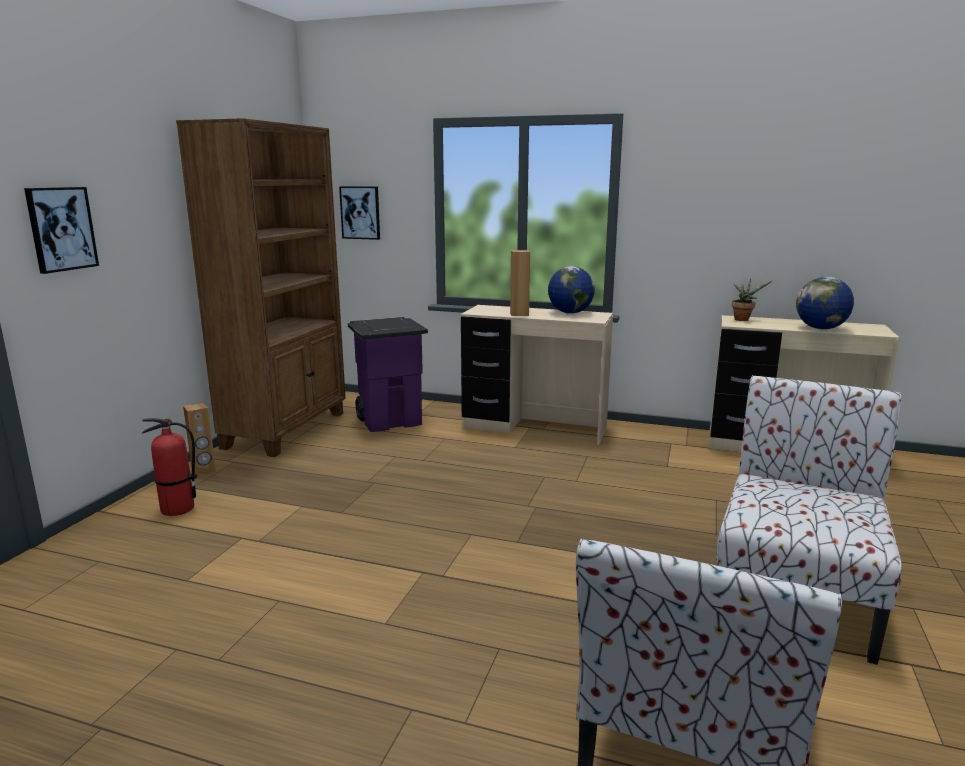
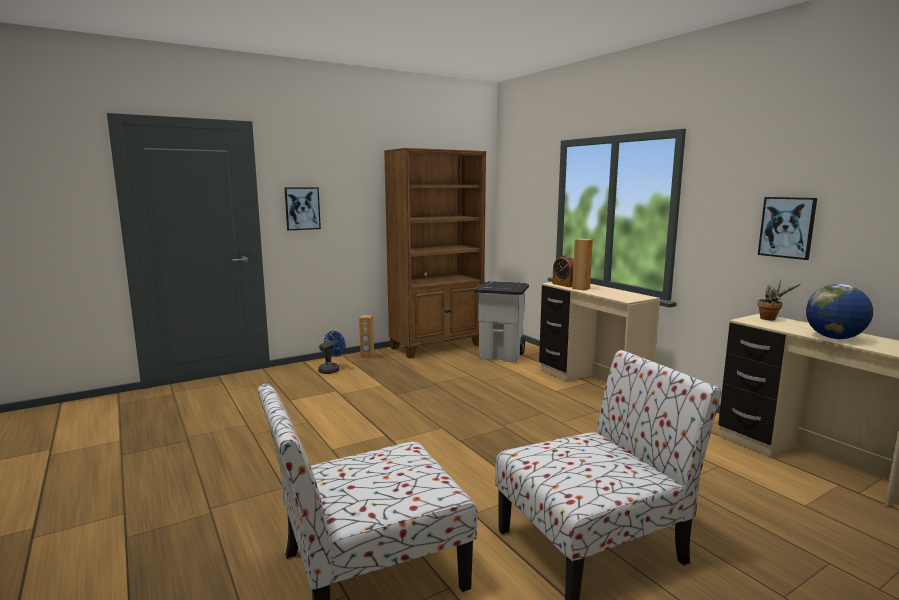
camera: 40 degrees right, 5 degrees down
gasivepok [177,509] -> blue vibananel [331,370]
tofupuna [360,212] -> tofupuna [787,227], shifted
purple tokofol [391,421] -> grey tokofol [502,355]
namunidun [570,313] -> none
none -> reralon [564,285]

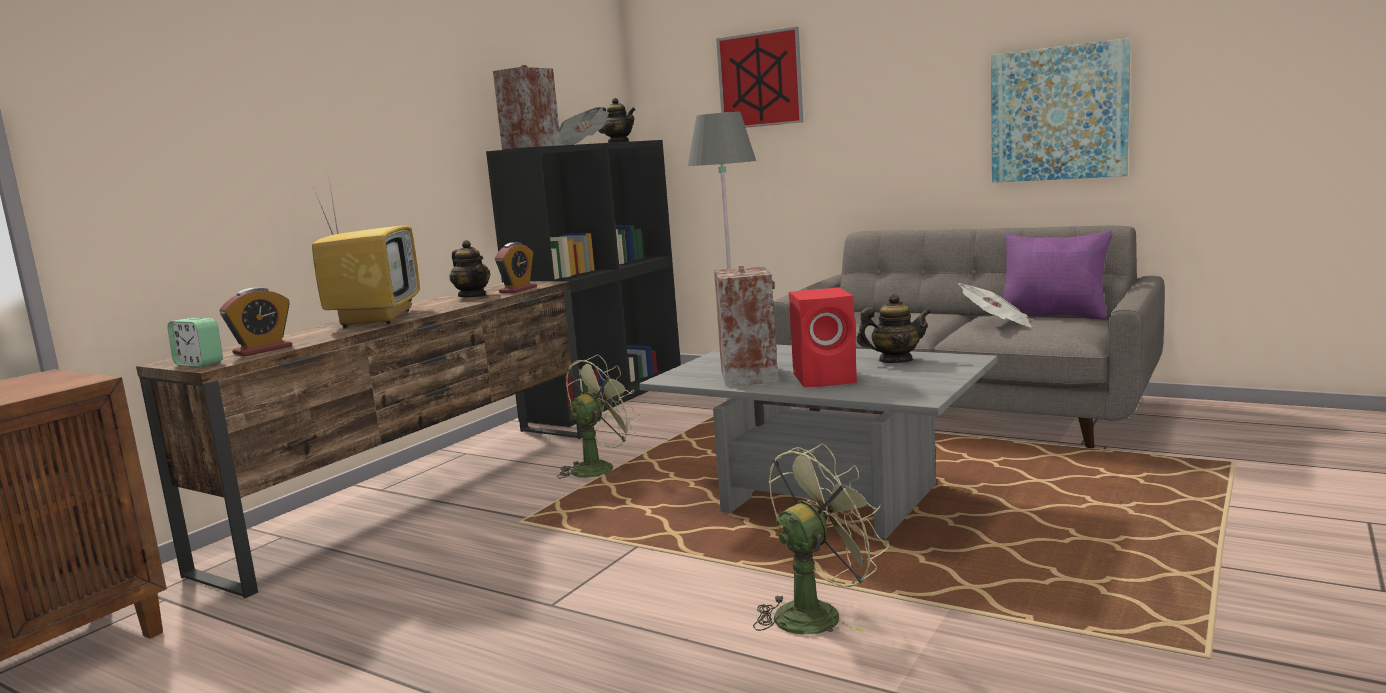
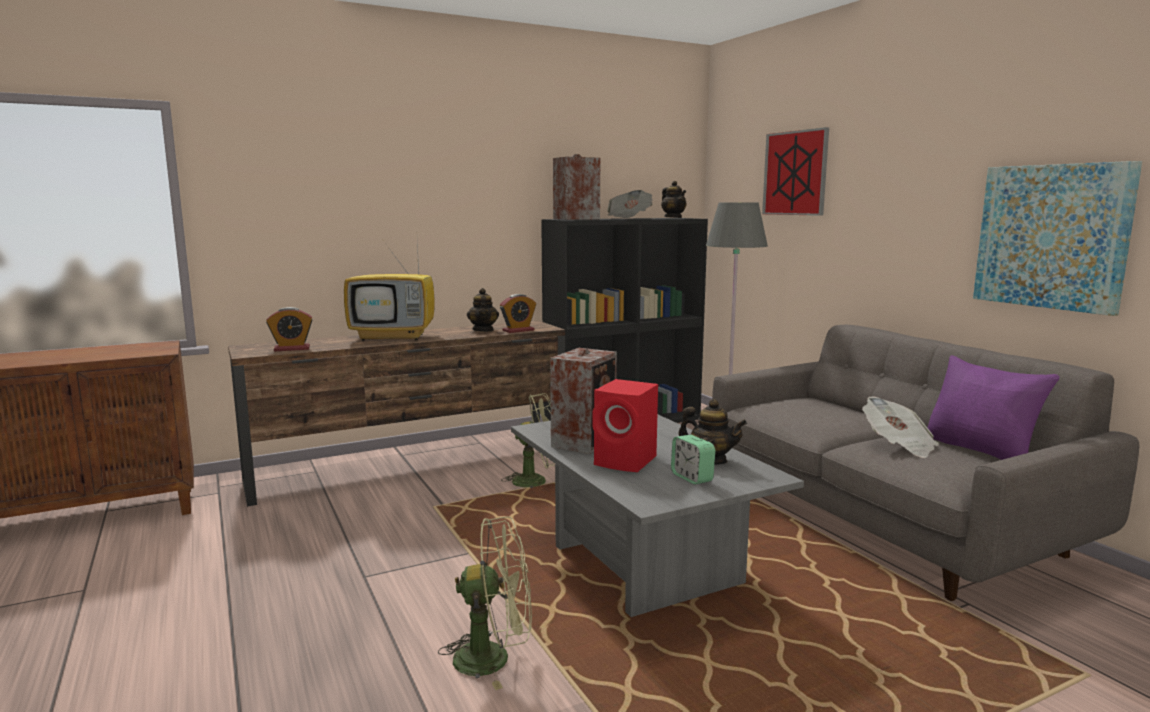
camera: 30 degrees right, 0 degrees up
reralon [199,364] -> reralon [692,478], shifted
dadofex [375,318] -> dadofex [395,337], 60 degrees clockwise

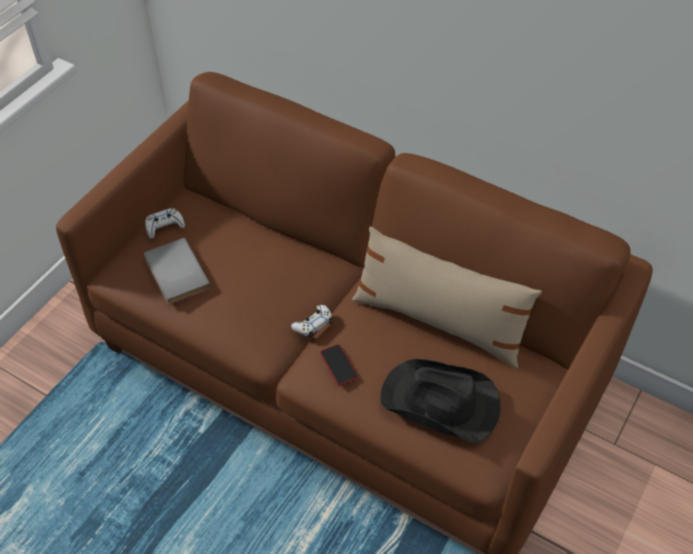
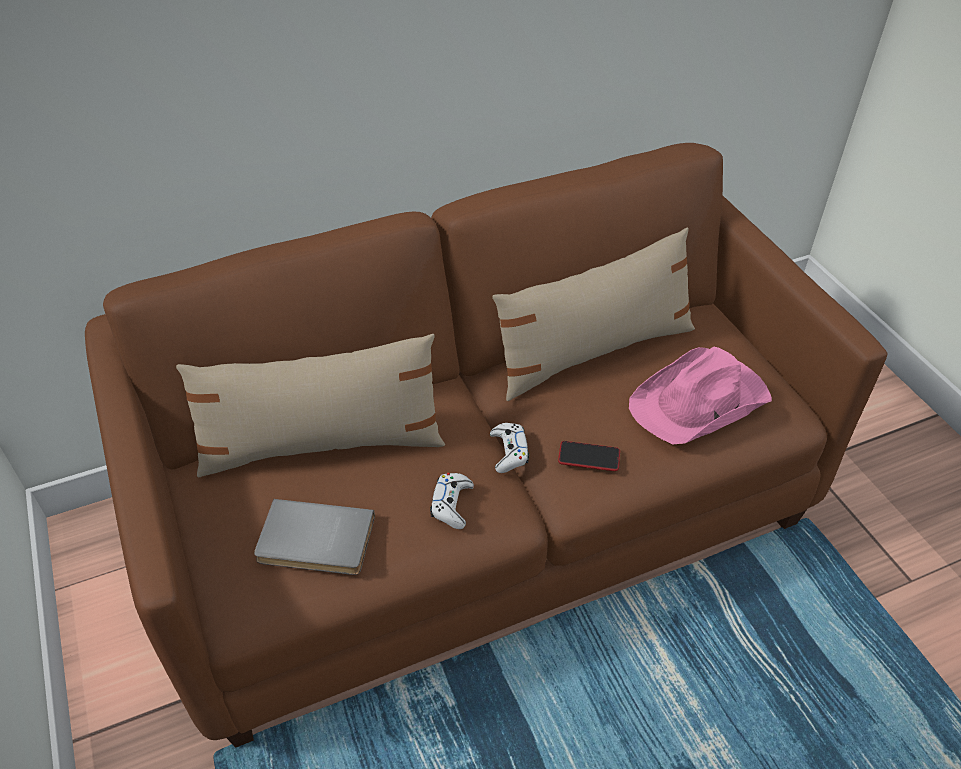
camera: 55 degrees left, 5 degrees down
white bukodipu [164,226] -> white bukodipu [452,504], shifted
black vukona [441,403] -> pink vukona [701,402]
none -> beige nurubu [322,445]

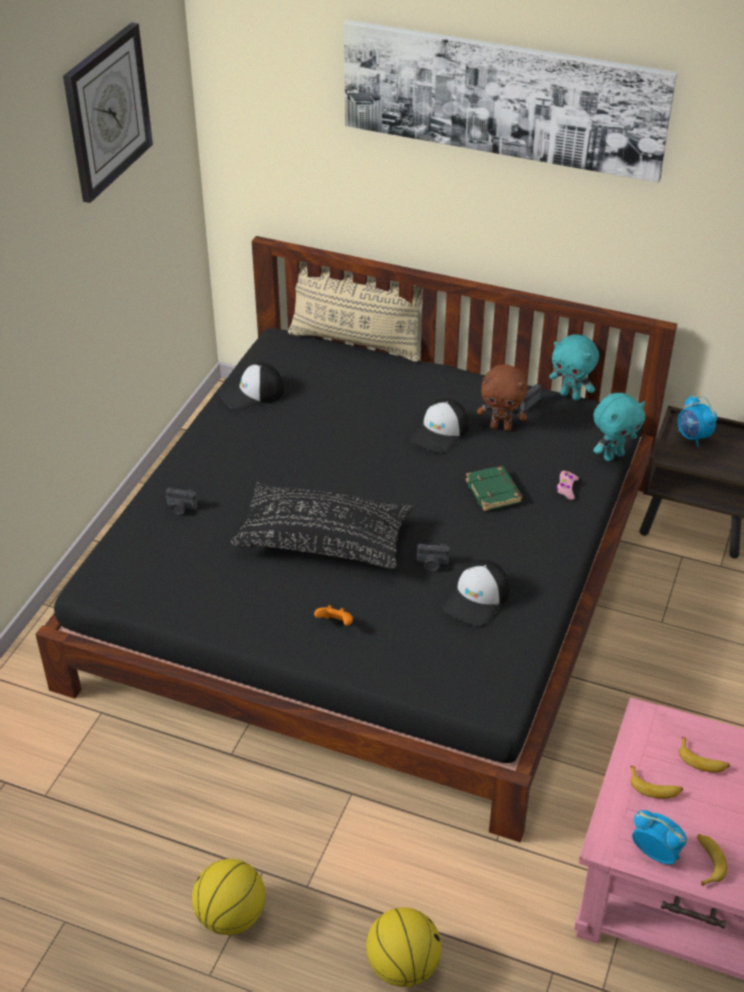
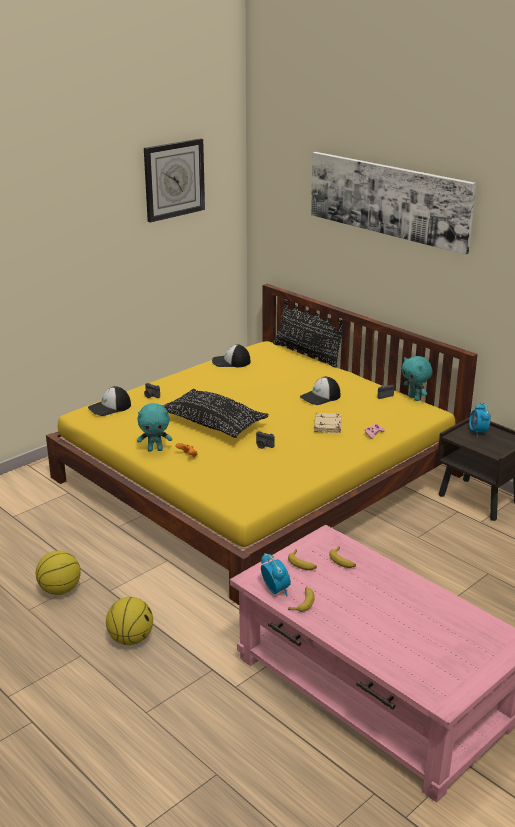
camera: 25 degrees right, 15 degrees down
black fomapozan [372,579] -> yellow fomapozan [257,476]
beige nurubu [356,342] -> black nurubu [308,354]
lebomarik [477,599] -> lebomarik [110,407], shifted
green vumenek [494,492] -> beige vumenek [328,426]
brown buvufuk [501,427] -> none
turquoise buvufuk [613,456] -> turquoise buvufuk [155,449], shifted

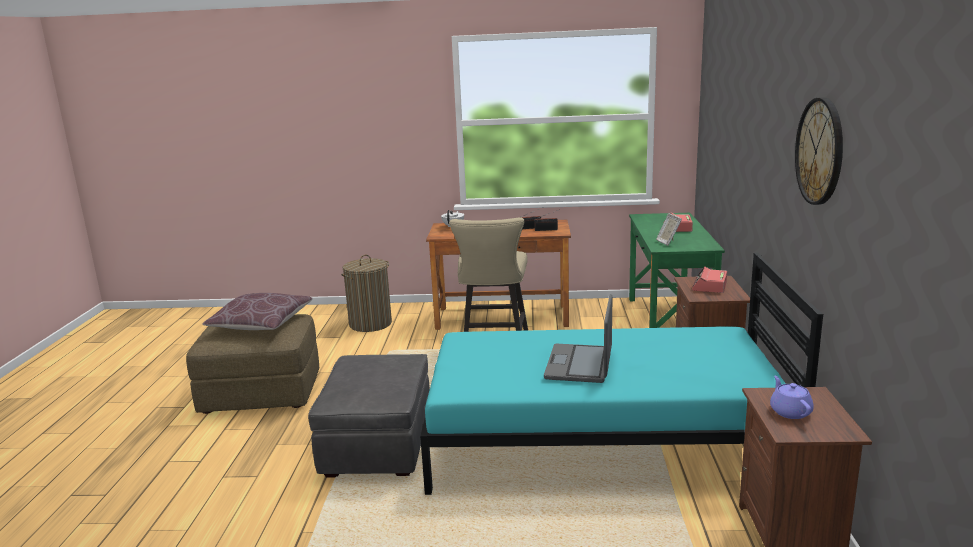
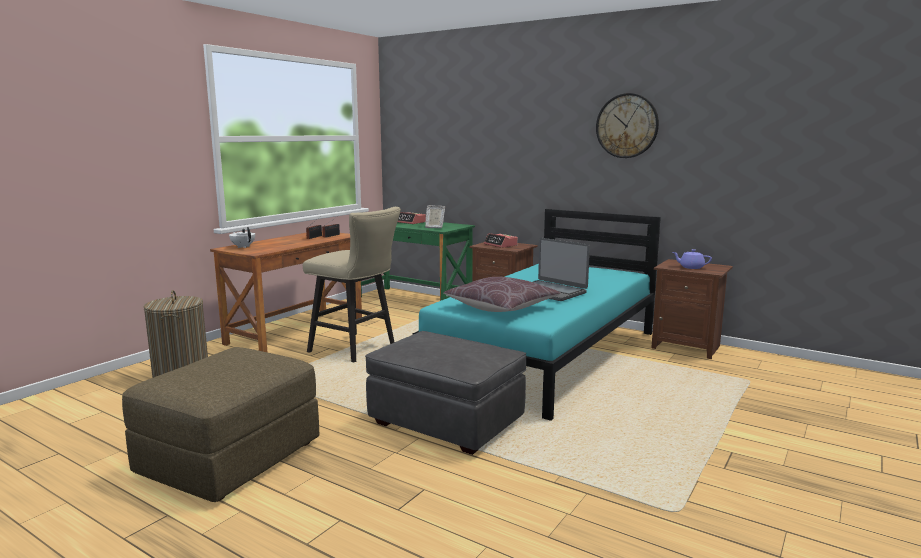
camera: 60 degrees left, 5 degrees down
brown nurubu [261,324] -> brown nurubu [501,308], shifted

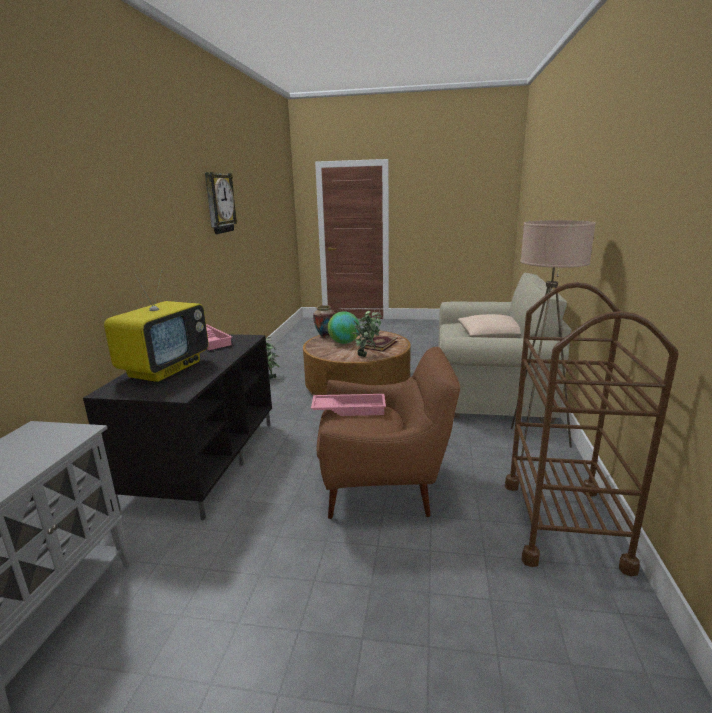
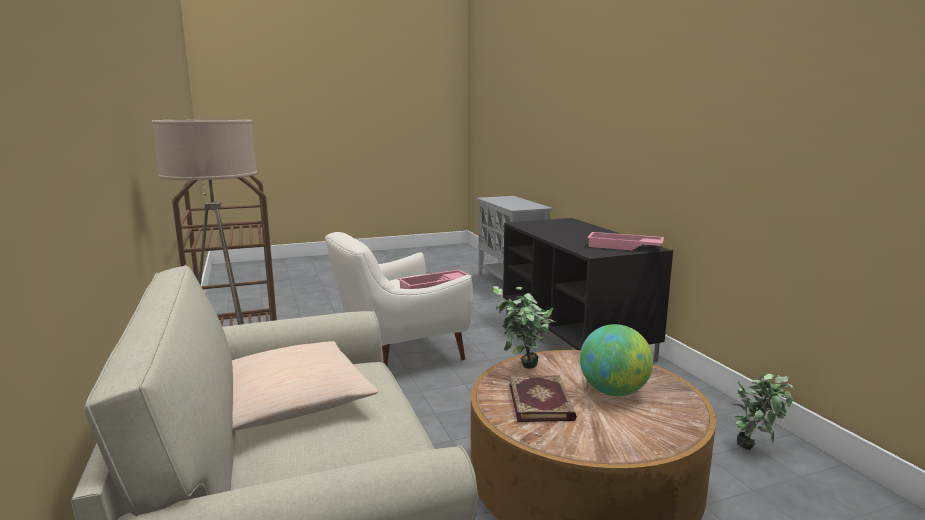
camera: 150 degrees right, 5 degrees down
dadofex [165,369] -> none
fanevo [219,203] -> none
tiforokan [325,336] -> none
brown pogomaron [384,486] -> white pogomaron [399,353]

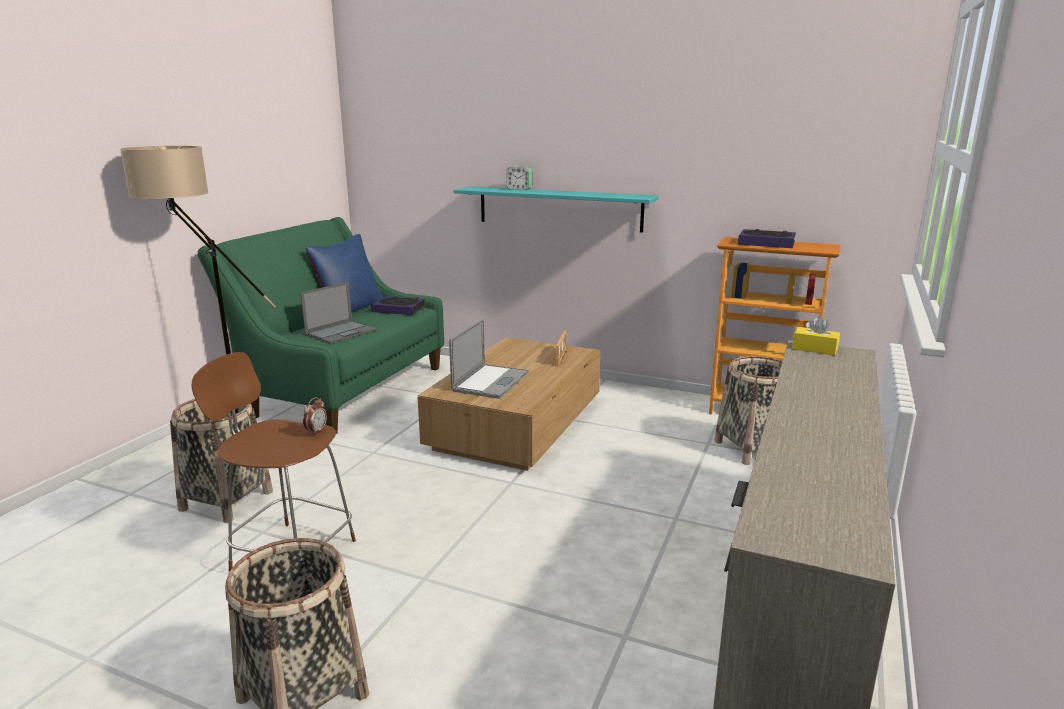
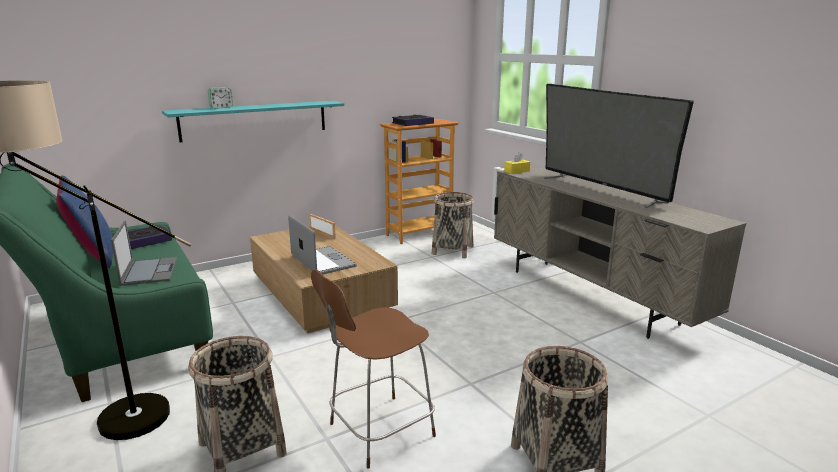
camera: 55 degrees left, 0 degrees up
reralon [316,431] -> none
none -> dadofex [601,189]

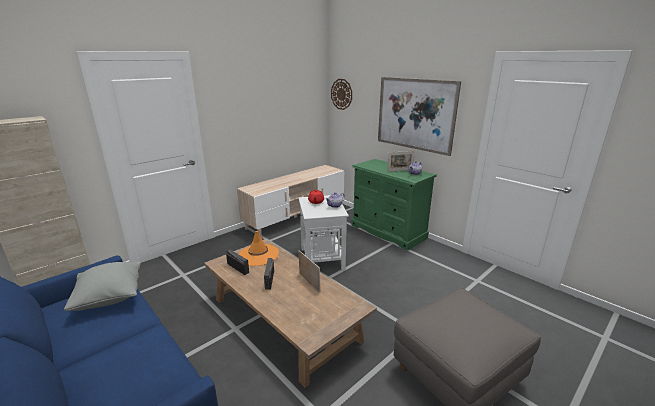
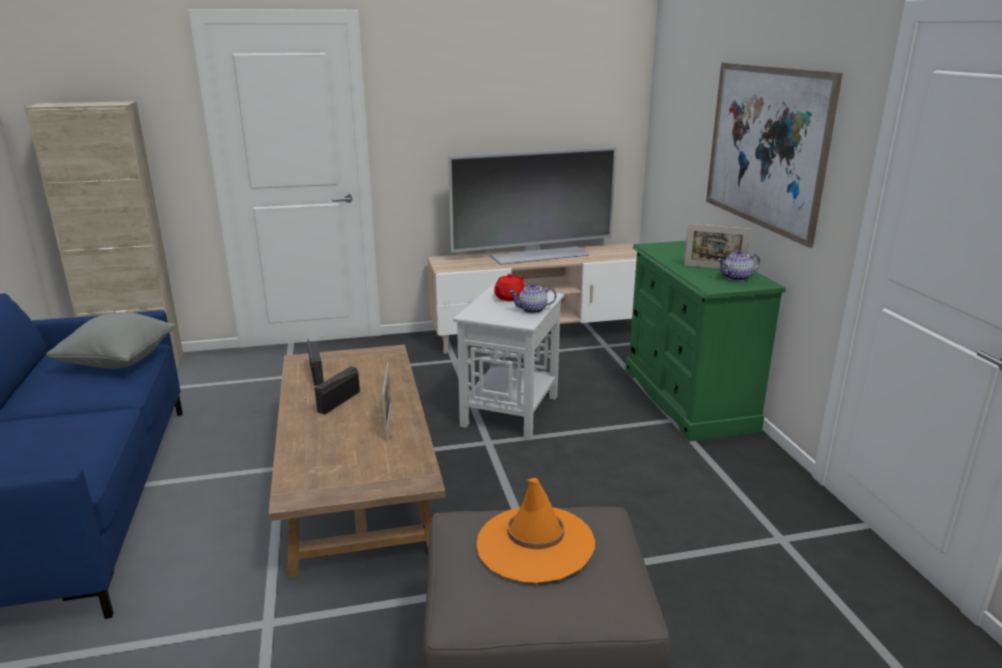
camera: 30 degrees right, 0 degrees up
orange vukona [258,255] -> orange vukona [535,544], shifted
fanevo [341,94] -> none
none -> dadofex [538,255]

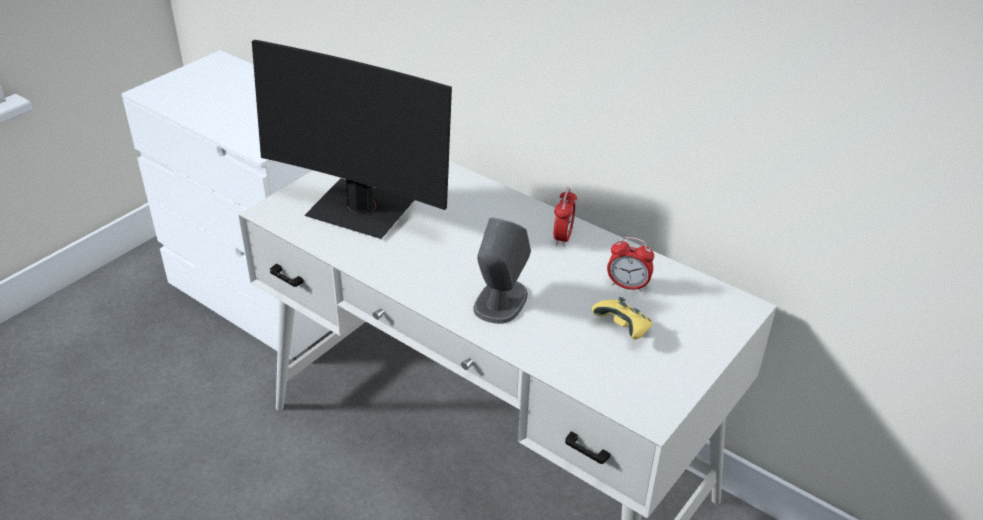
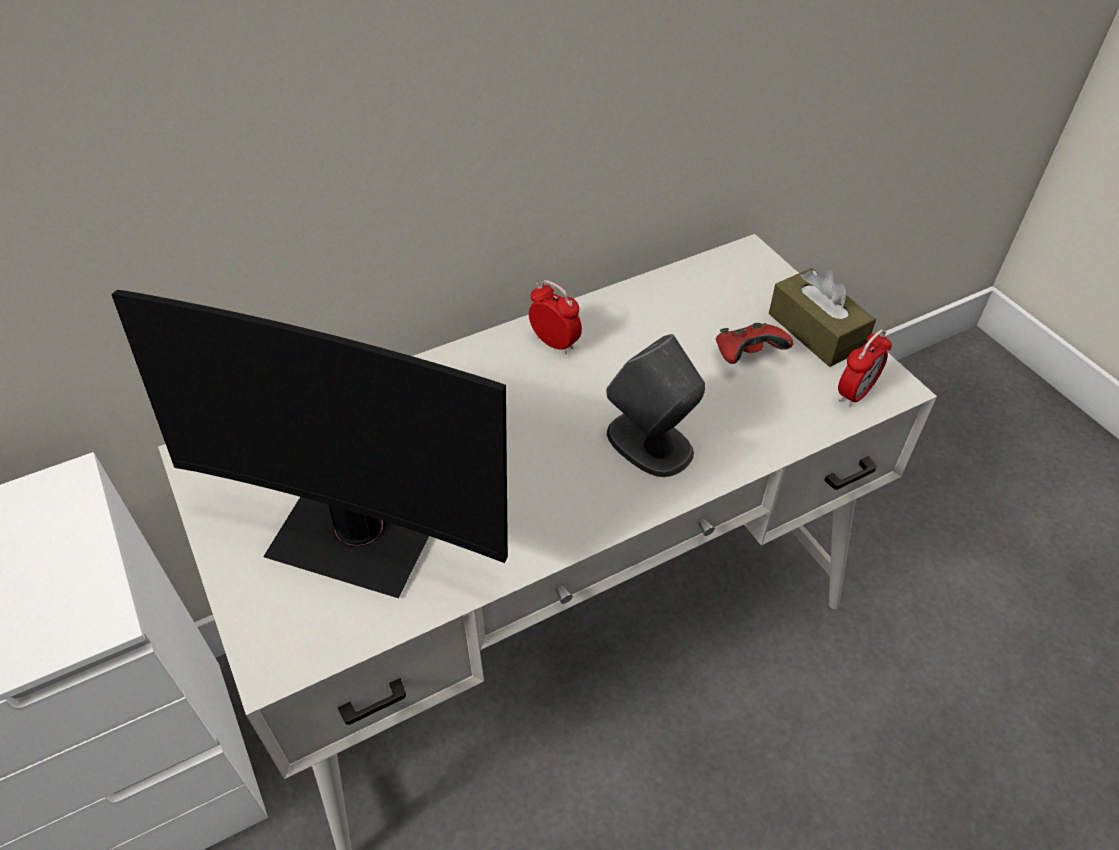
camera: 65 degrees left, 10 degrees up
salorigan [361,210] -> salorigan [358,533], 60 degrees clockwise
yellow bukodipu [623,329] -> red bukodipu [747,355]
reralon [627,285] -> reralon [855,393], shifted
none -> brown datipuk [816,331]

